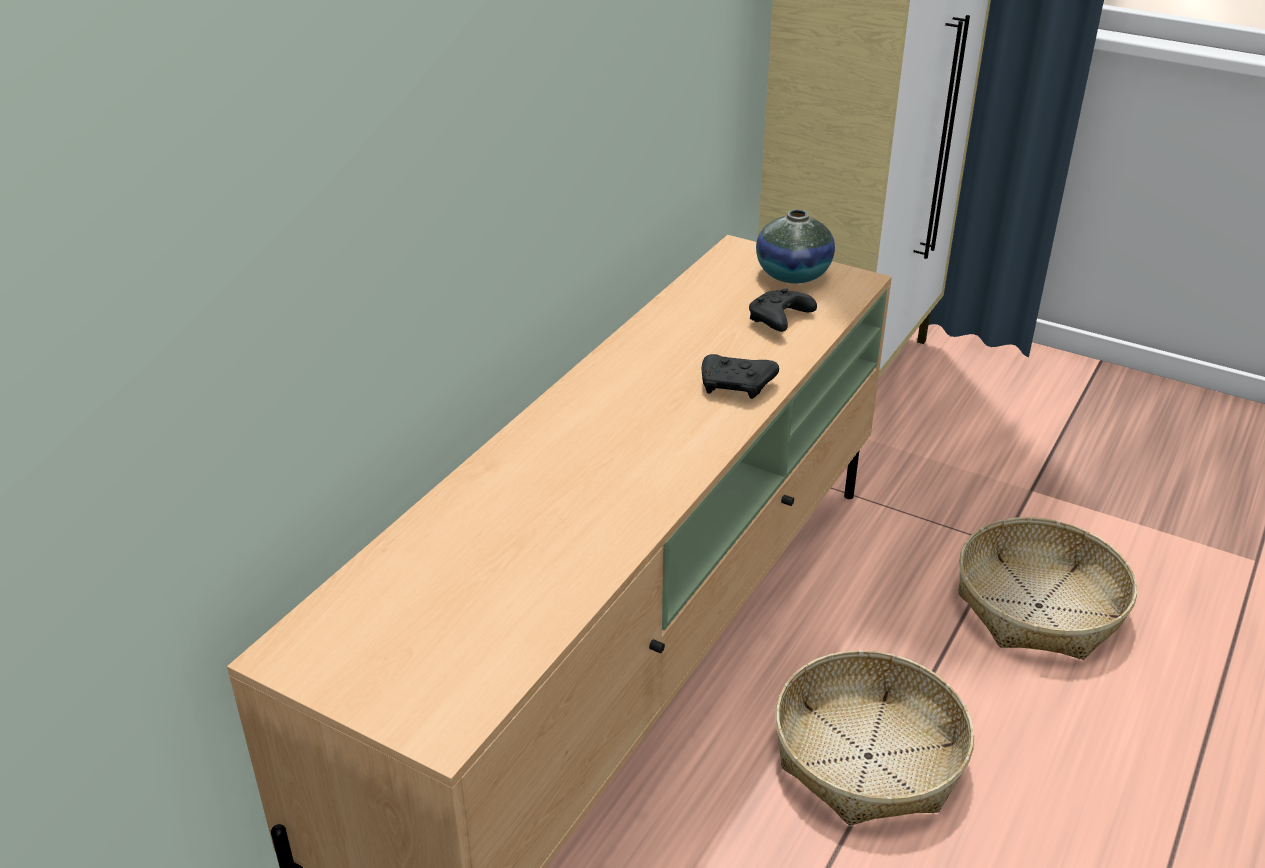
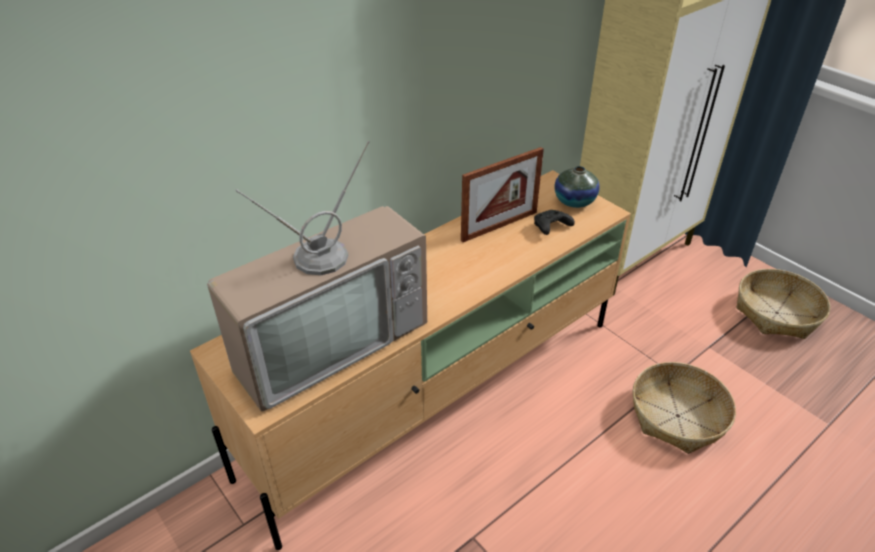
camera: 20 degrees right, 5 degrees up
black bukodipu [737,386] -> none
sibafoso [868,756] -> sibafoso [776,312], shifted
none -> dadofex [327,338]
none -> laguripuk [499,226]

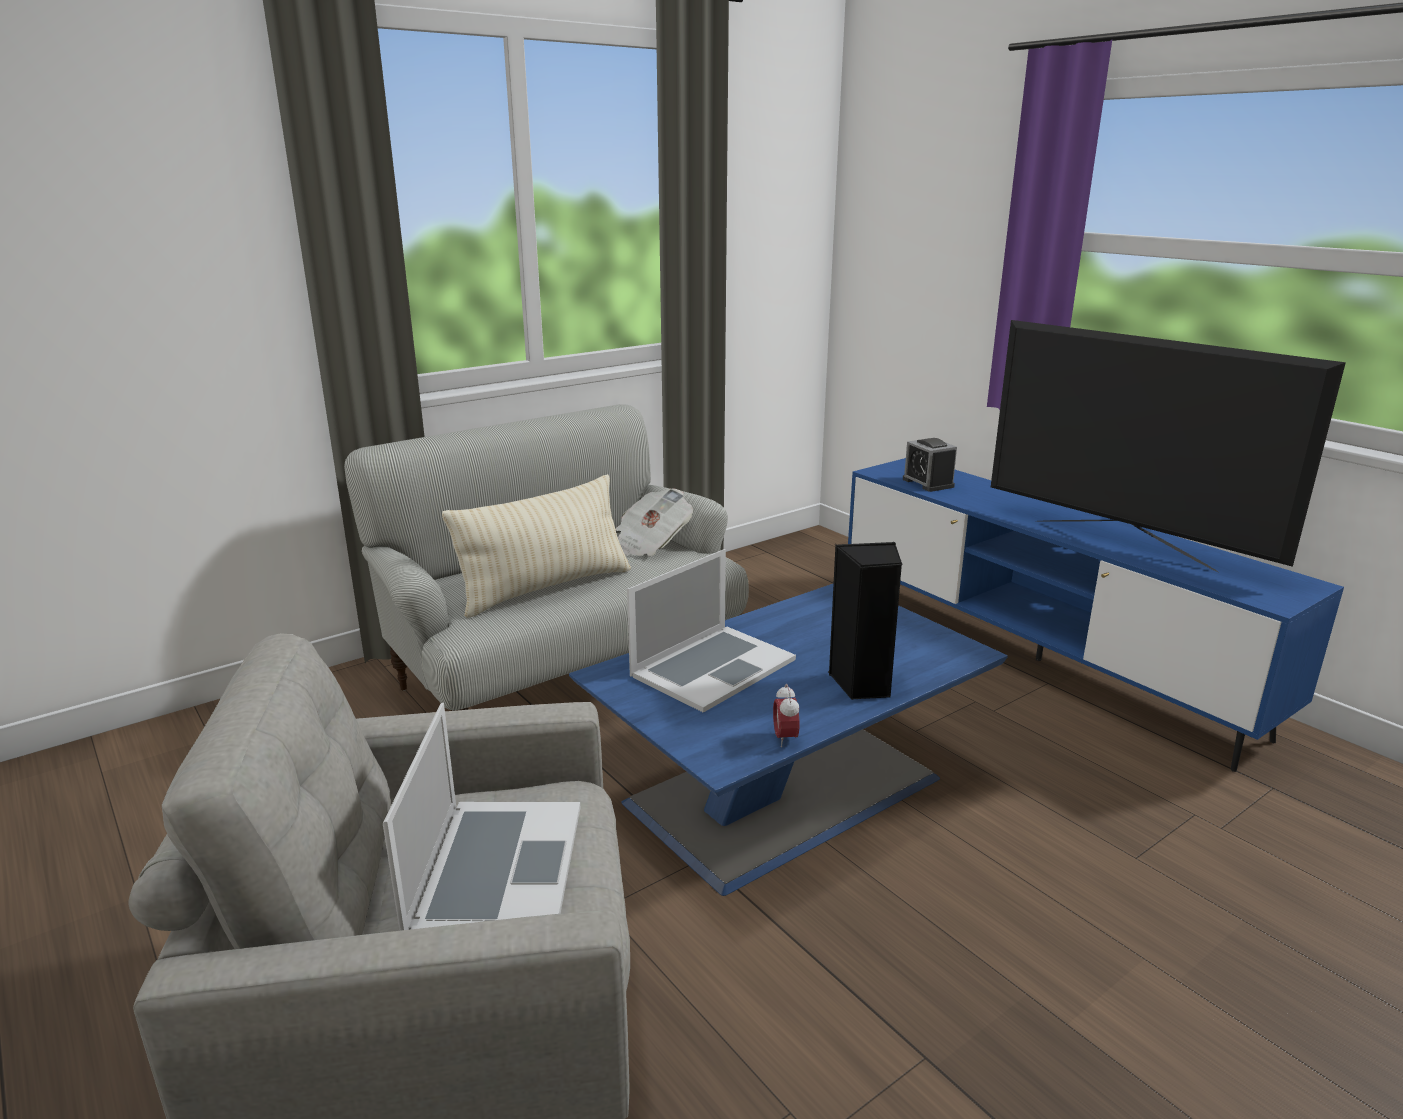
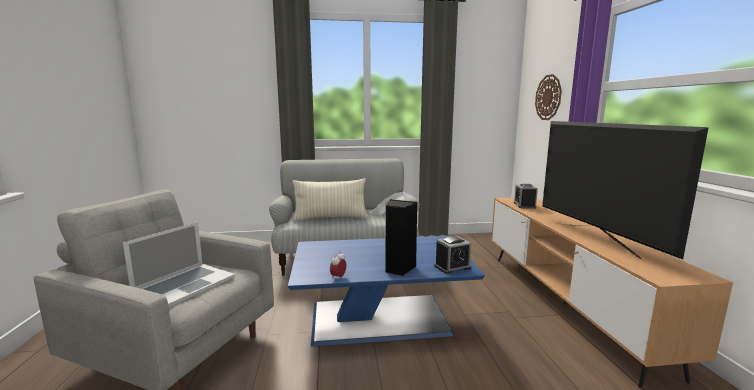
camera: 30 degrees right, 10 degrees down
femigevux [712,667] -> none
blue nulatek [1037,659] -> brown nulatek [564,303]
none -> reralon [452,267]
none -> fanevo [548,97]

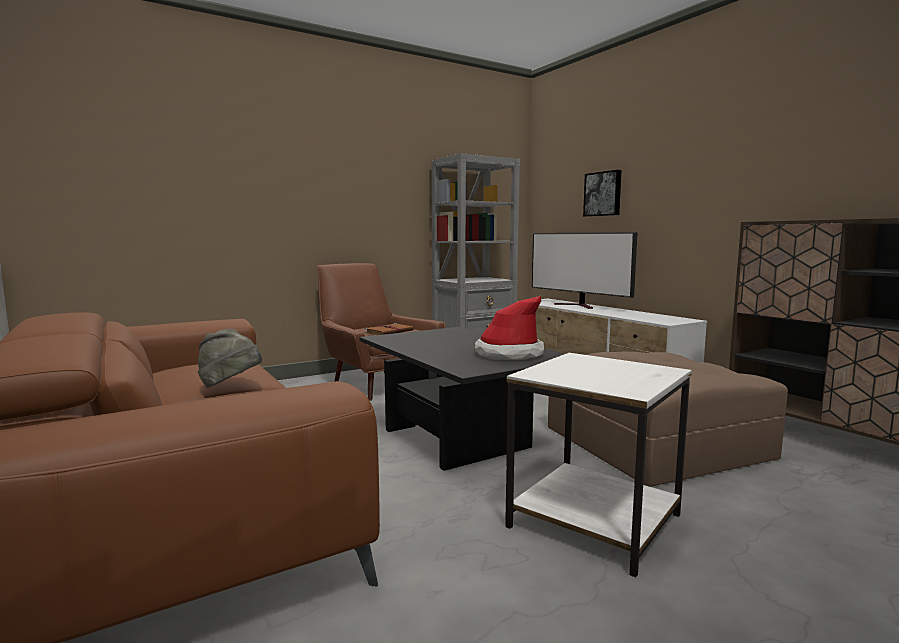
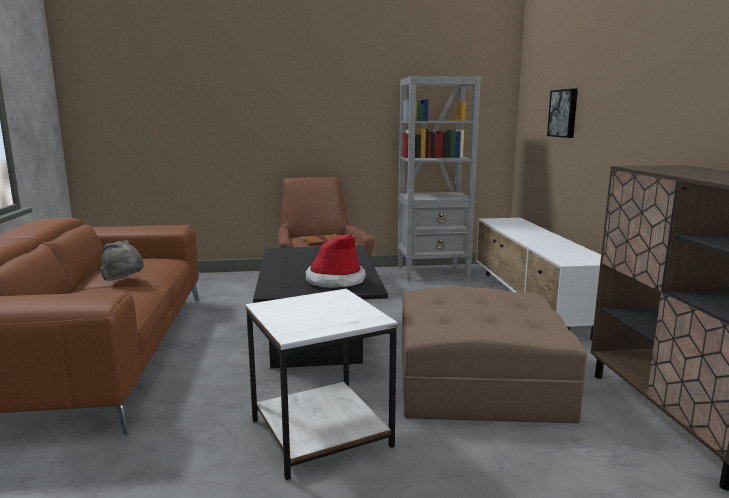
camera: 25 degrees right, 5 degrees up
dadofex [578,306] -> none

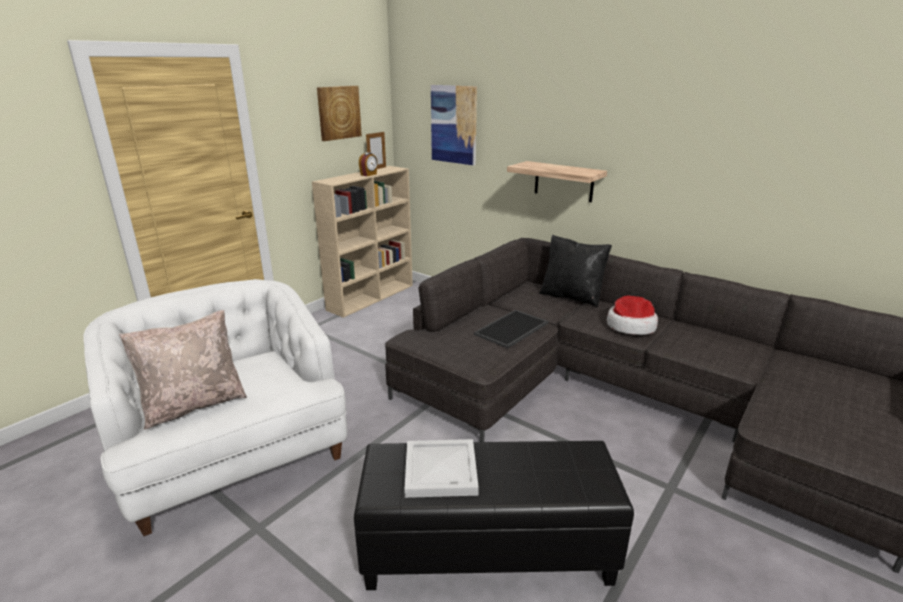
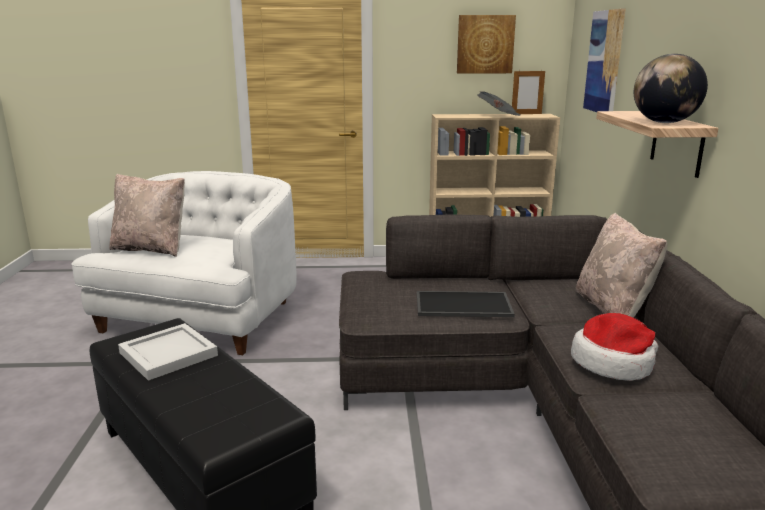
camera: 50 degrees right, 5 degrees down
reralon [369,174] -> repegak [498,116]
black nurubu [571,297] -> beige nurubu [613,310]
none -> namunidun [664,122]

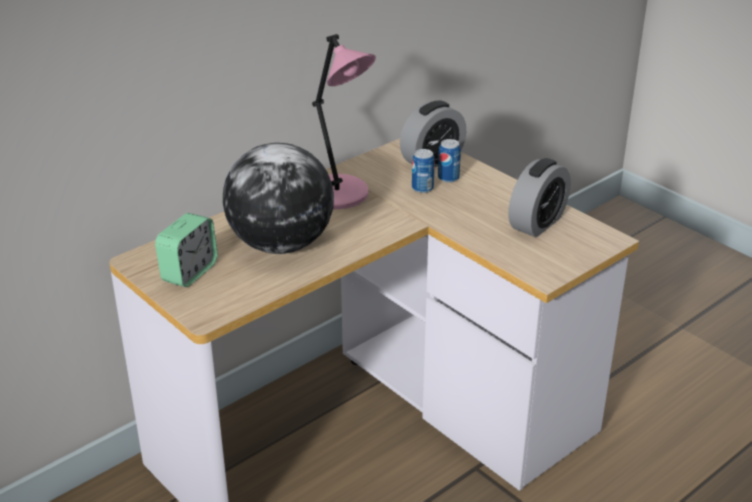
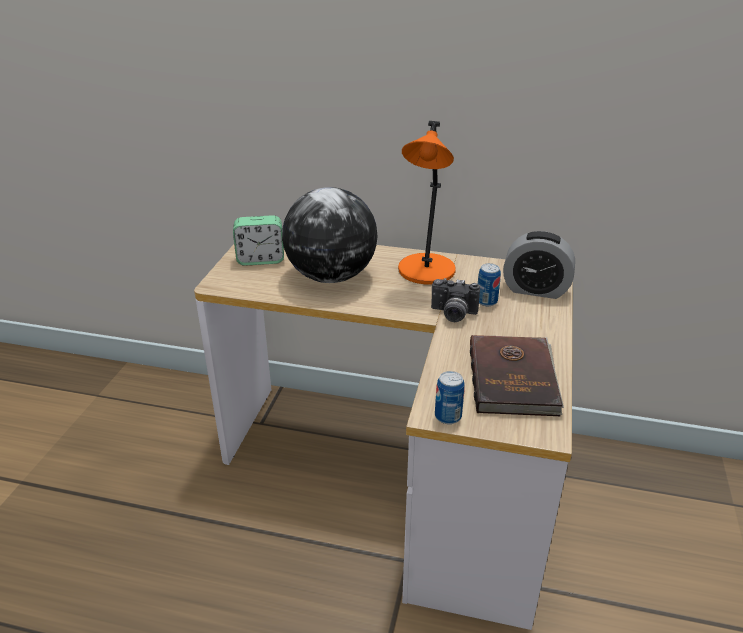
camera: 55 degrees right, 0 degrees up
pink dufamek [339,195] -> orange dufamek [426,272]
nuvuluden [448,178] -> nuvuluden [448,416], shifted
reralon [537,223] -> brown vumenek [514,378]
none -> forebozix [452,314]

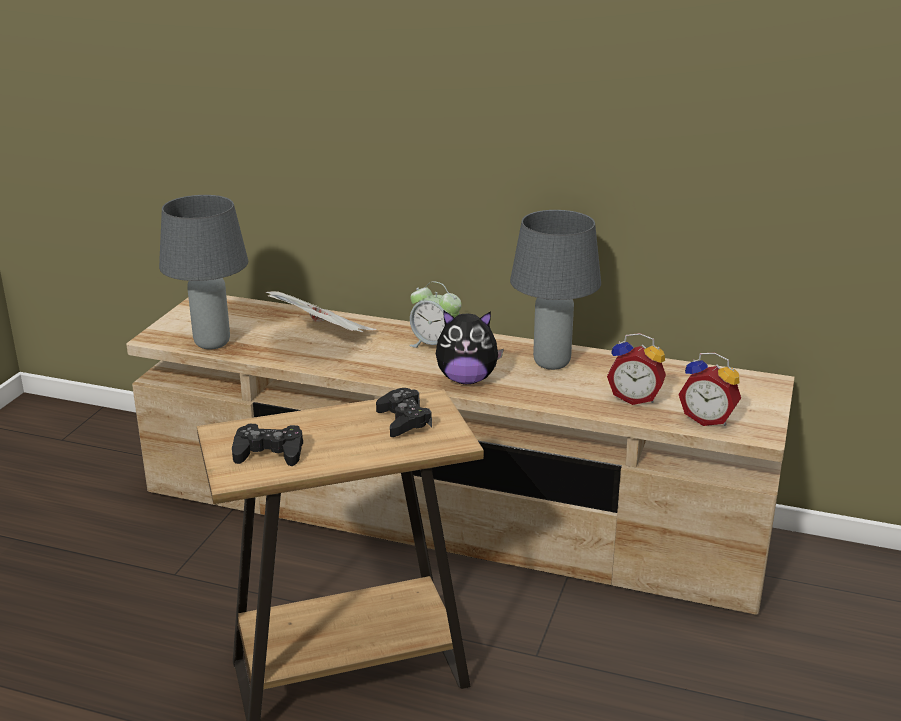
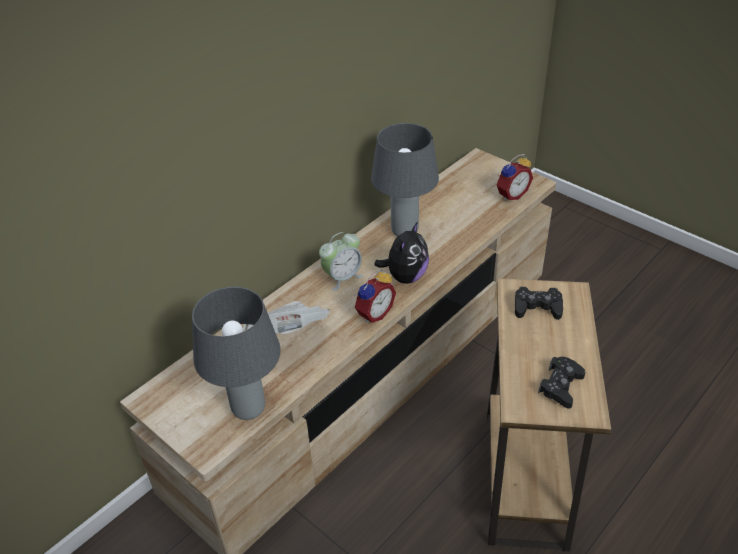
camera: 65 degrees left, 15 degrees up
reralon [635,398] -> reralon [373,313], shifted

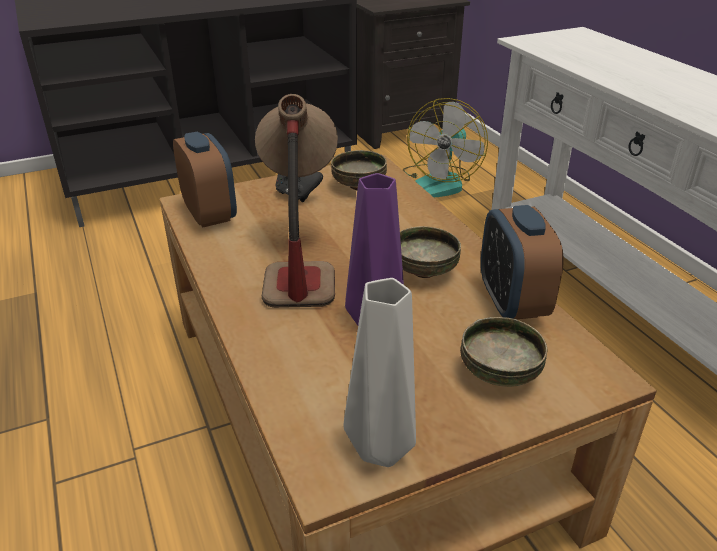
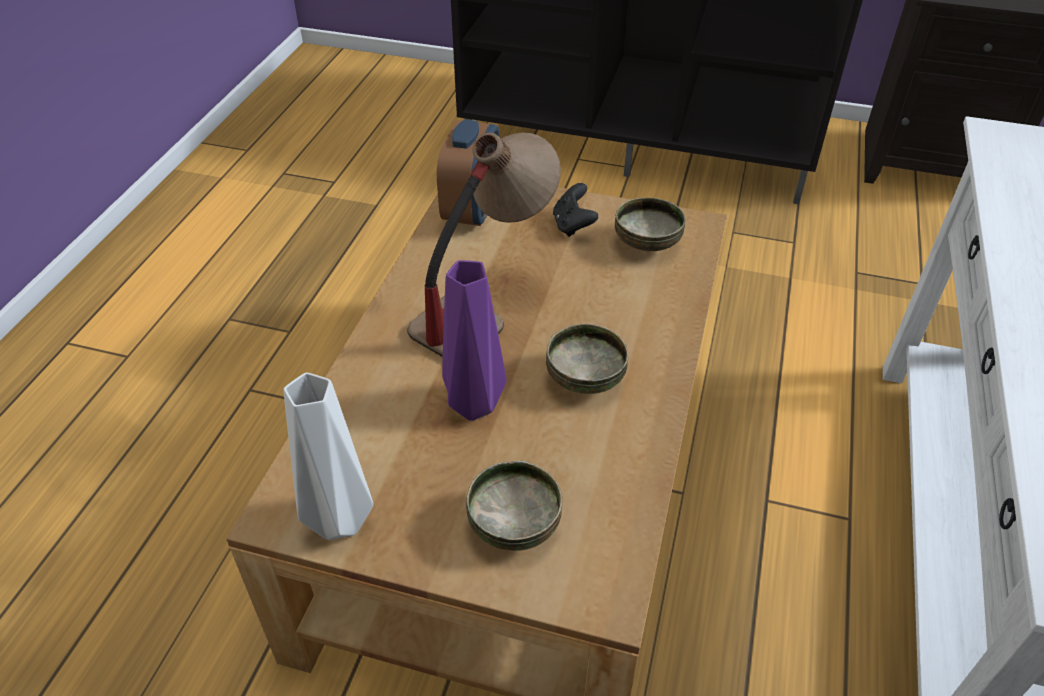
camera: 40 degrees right, 10 degrees up
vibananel [440,182] -> none
reralon [511,302] -> none

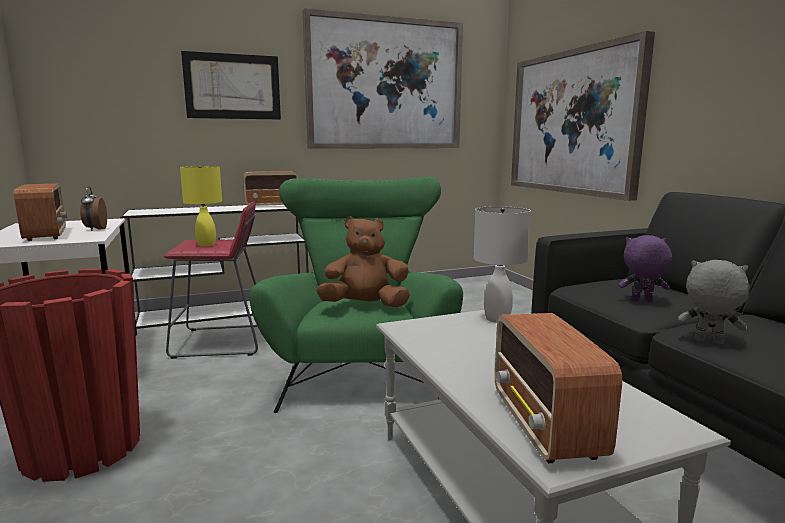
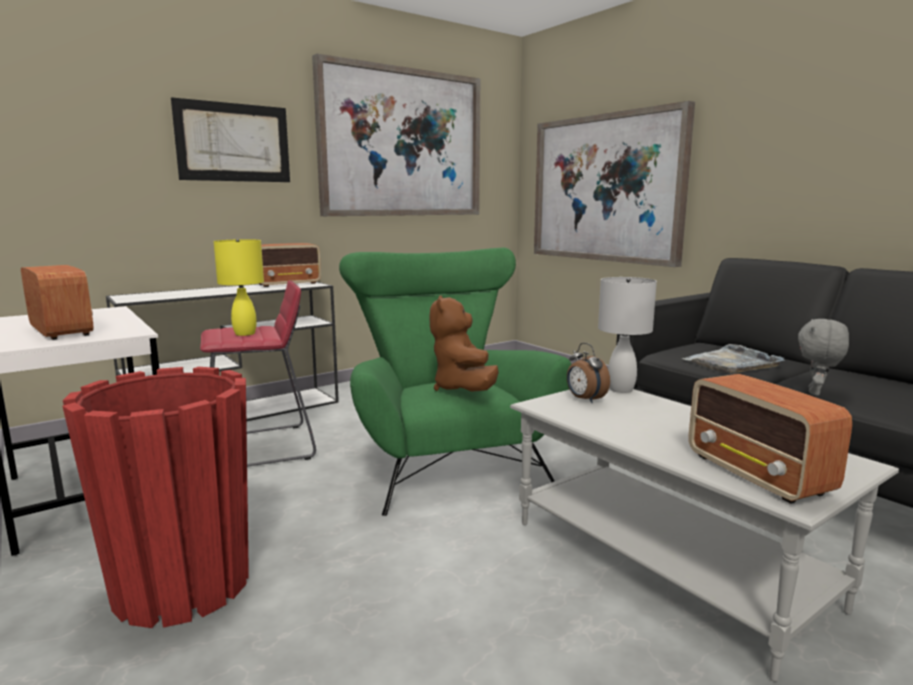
camera: 15 degrees left, 0 degrees up
reralon [95,229] -> reralon [584,399], shifted
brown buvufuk [365,306] -> brown buvufuk [463,389], 75 degrees counterclockwise
purple buvufuk [641,301] -> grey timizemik [732,363]
grey buvufuk [708,341] -> grey buvufuk [816,393], 75 degrees counterclockwise

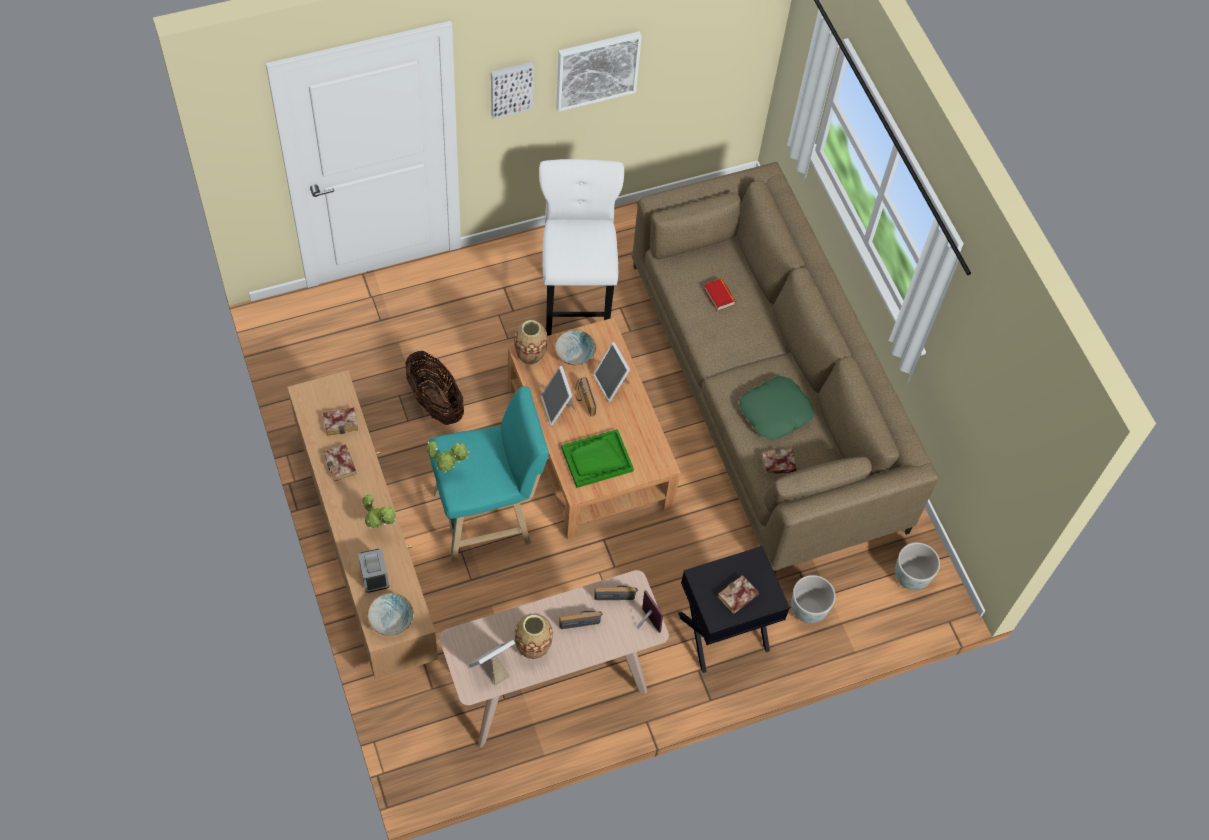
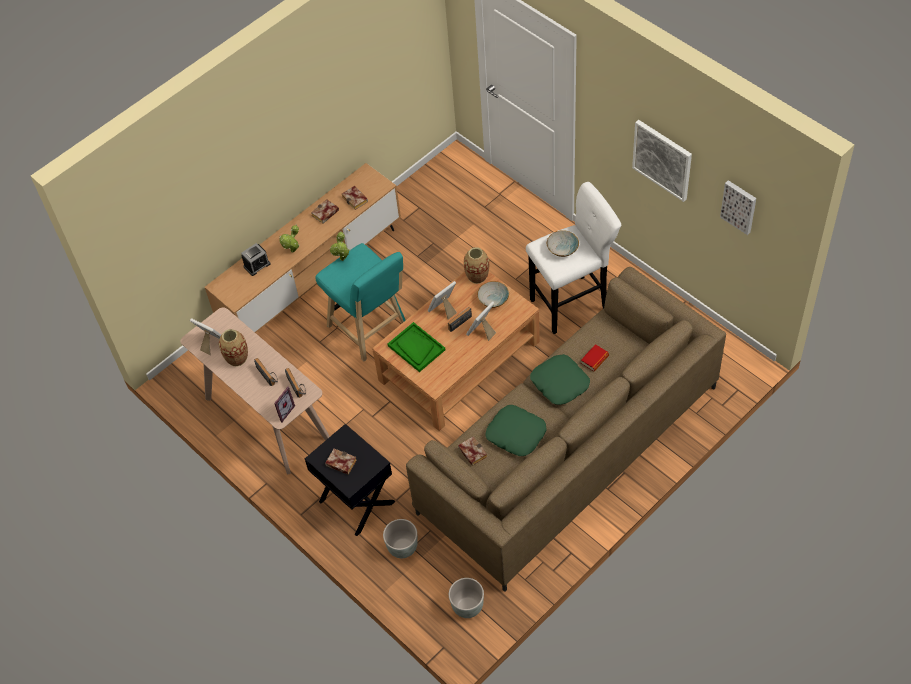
camera: 75 degrees right, 5 degrees down
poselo [391,620] -> poselo [562,249], shifted
sibafoso [435,402] -> none
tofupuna [511,88] -> tofupuna [739,206], shifted
none -> green nurubu [559,383]

